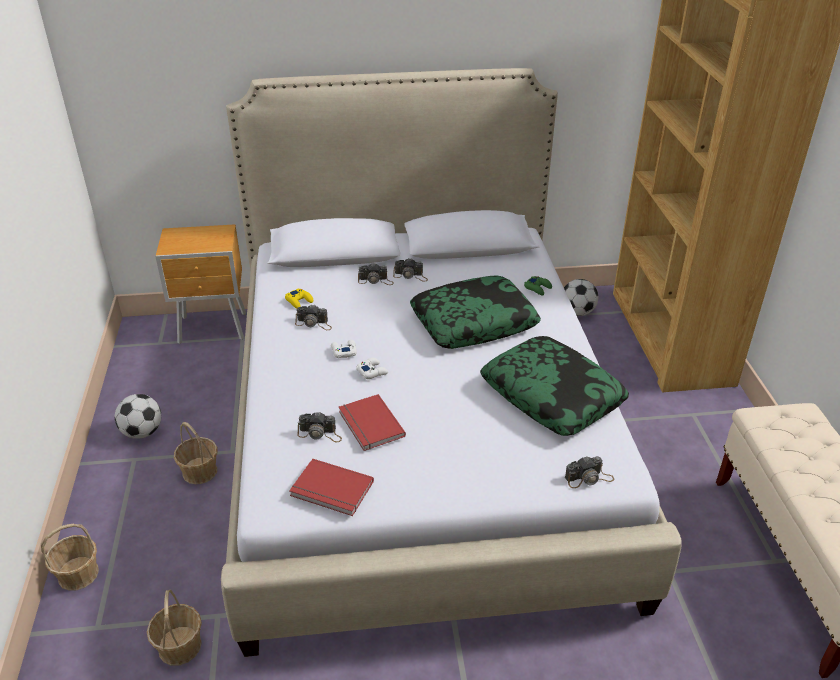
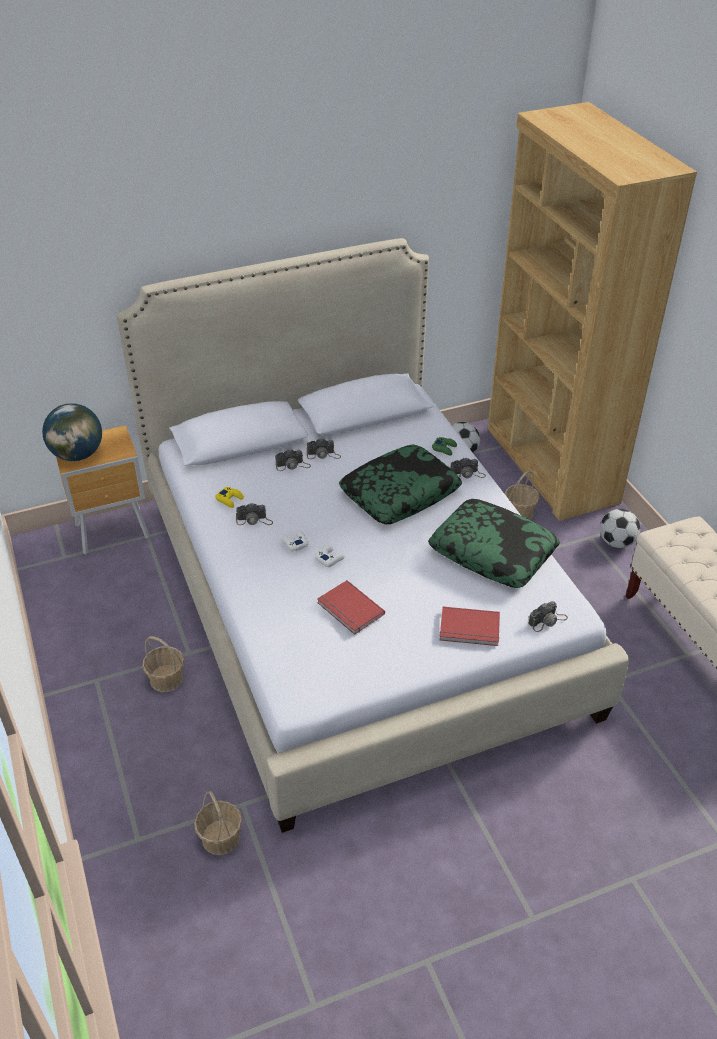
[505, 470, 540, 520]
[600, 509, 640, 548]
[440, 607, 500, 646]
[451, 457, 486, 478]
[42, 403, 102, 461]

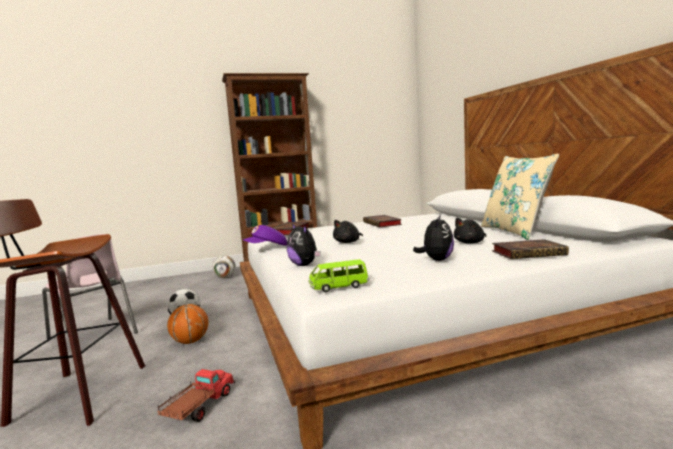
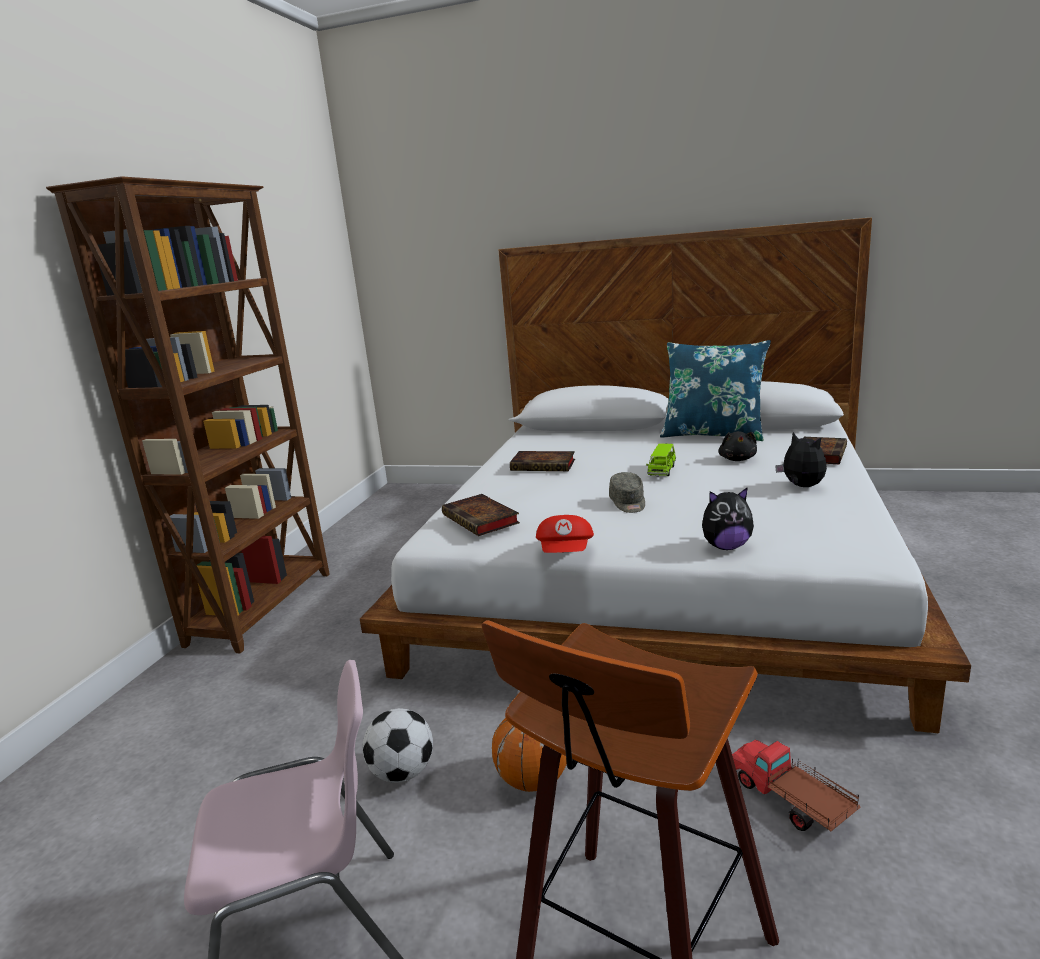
[212, 255, 236, 278] (first image)
[536, 515, 594, 553]
[646, 443, 676, 476]
[609, 472, 645, 513]
[660, 340, 771, 441]

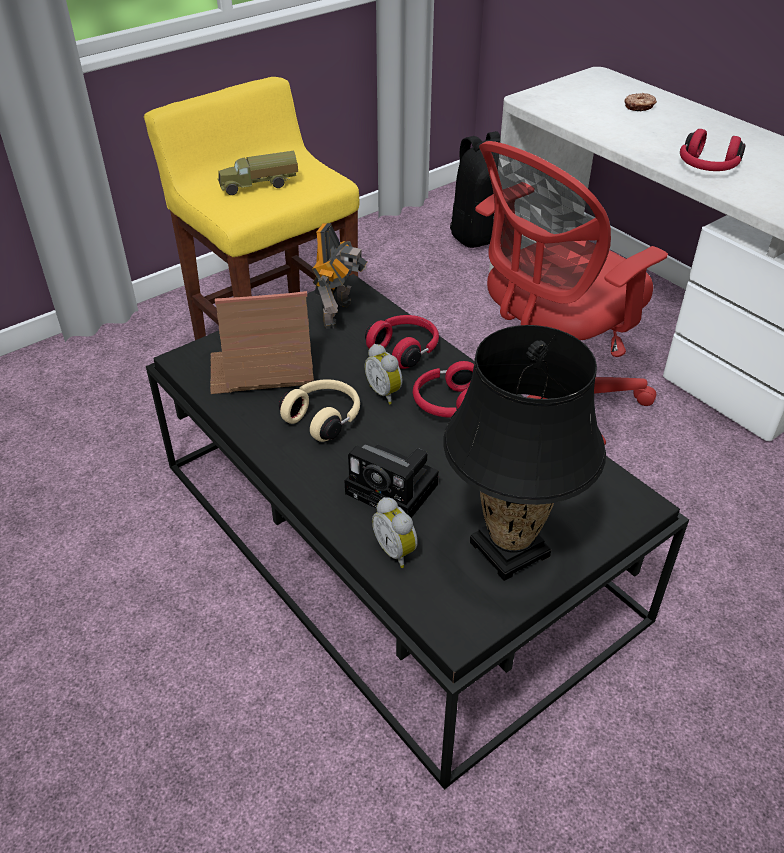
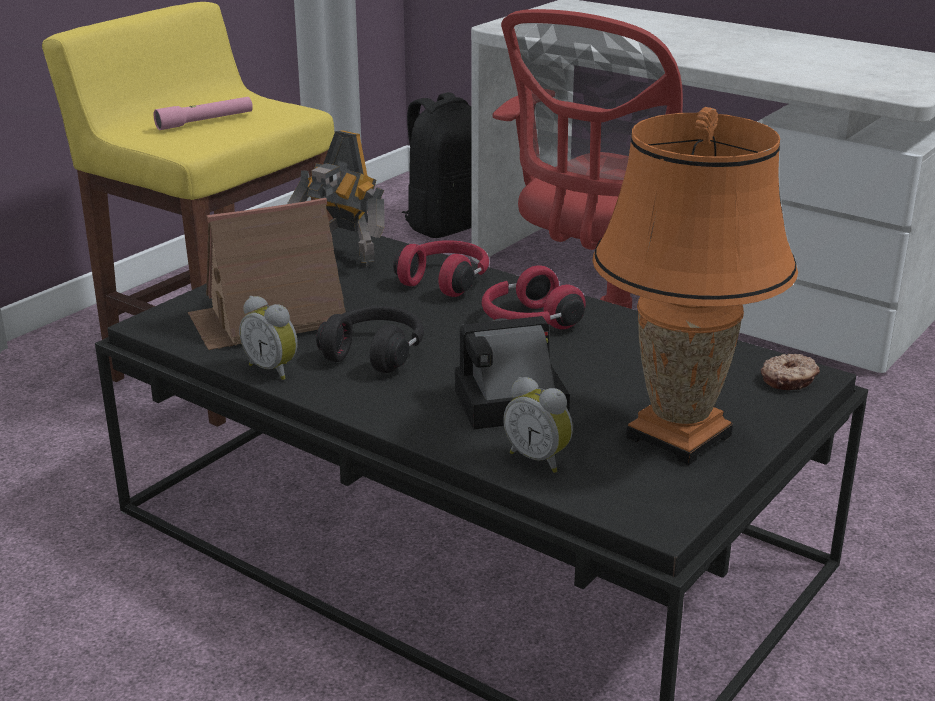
[154, 97, 253, 130]
[316, 306, 424, 373]
[287, 130, 384, 268]
[455, 316, 570, 430]
[239, 296, 298, 380]
[592, 107, 798, 465]
[761, 354, 820, 390]
[680, 129, 746, 171] (first image)

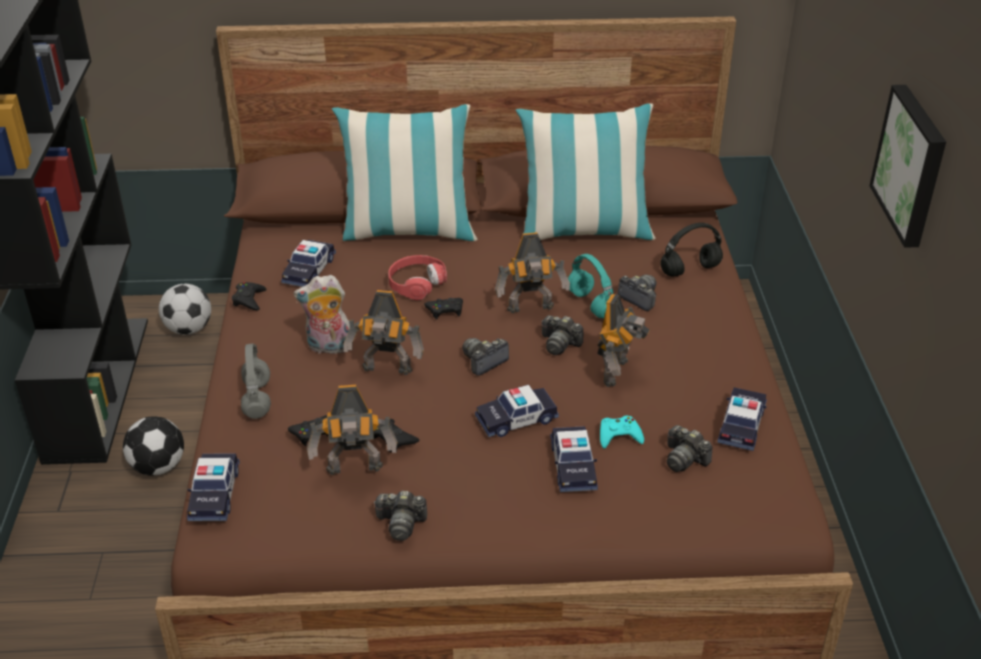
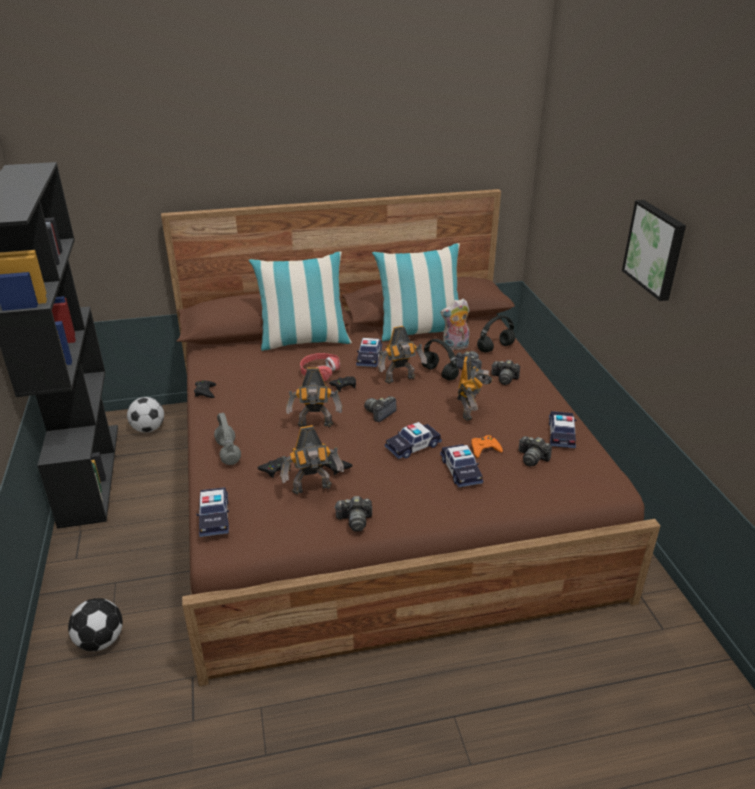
[68, 598, 123, 651]
[356, 338, 382, 367]
[440, 299, 470, 350]
[491, 360, 520, 385]
[422, 339, 459, 380]
[471, 435, 503, 458]

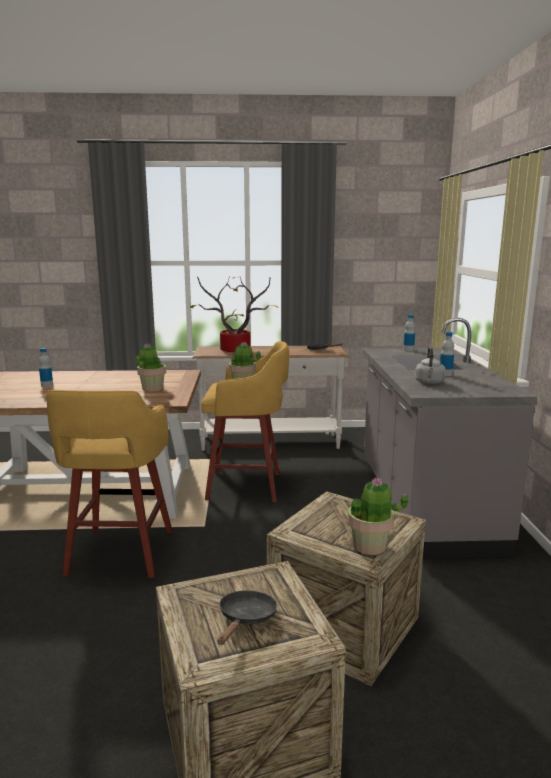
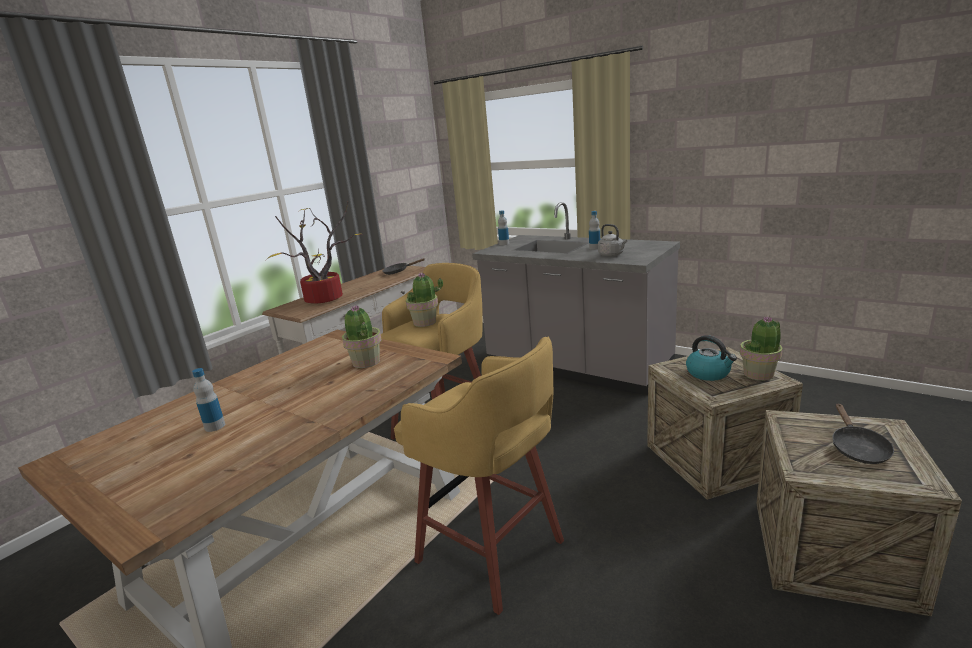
[833, 403, 894, 464]
[686, 335, 737, 381]

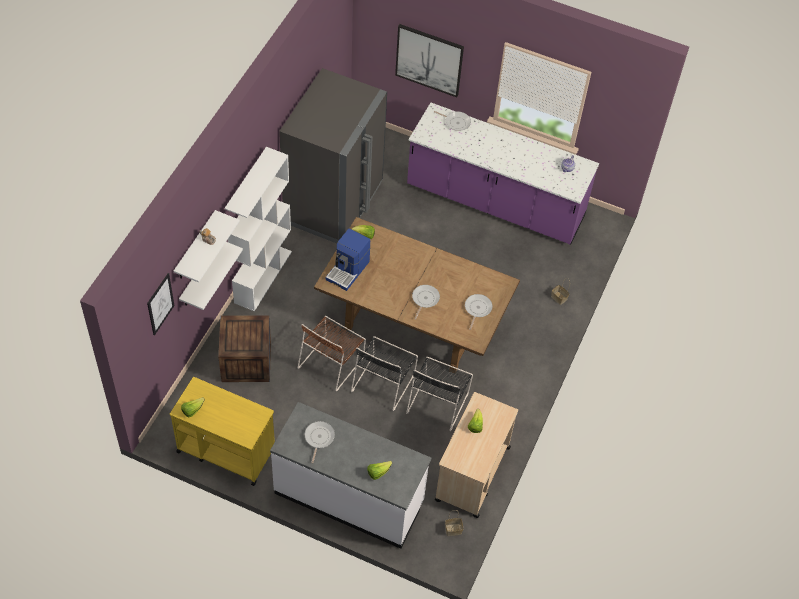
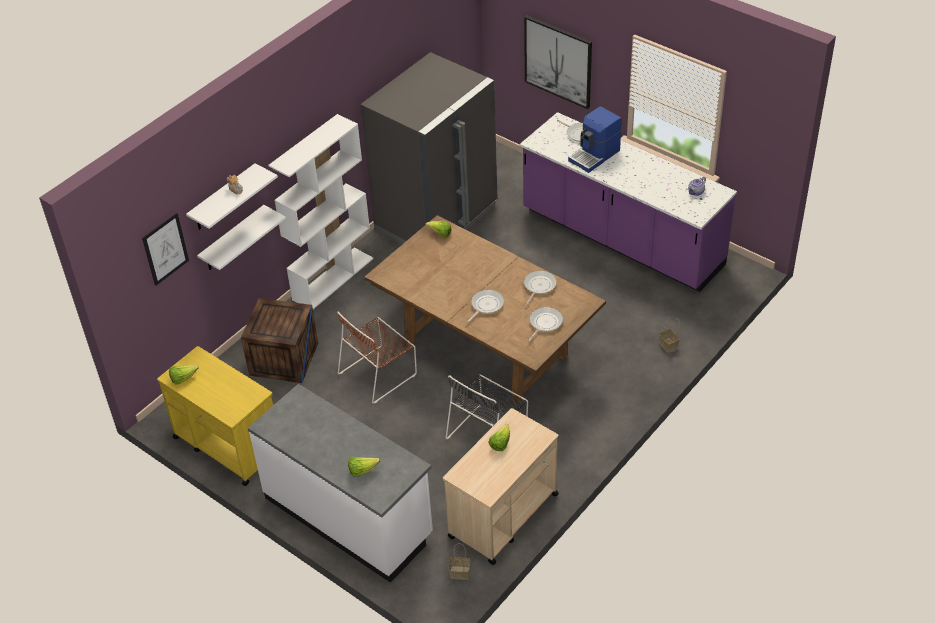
[524, 271, 557, 306]
[568, 106, 622, 173]
[351, 336, 418, 411] (first image)

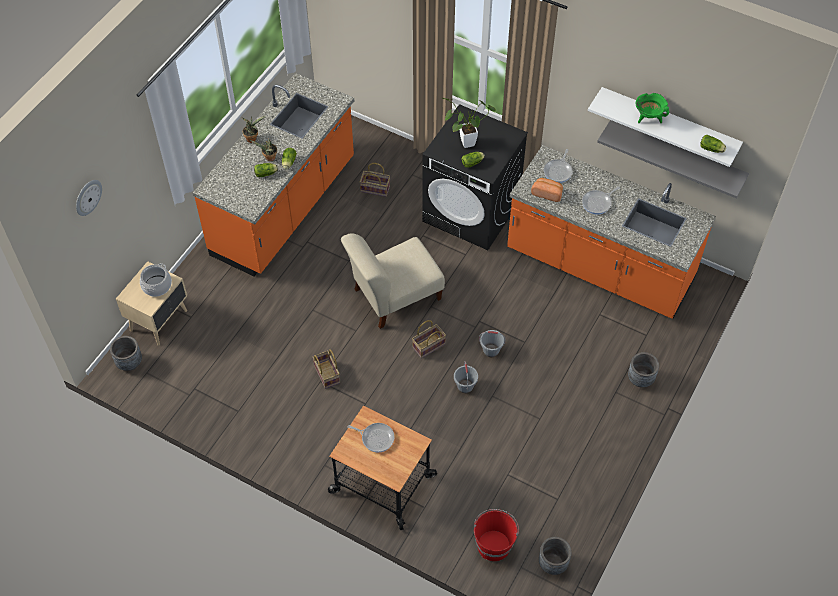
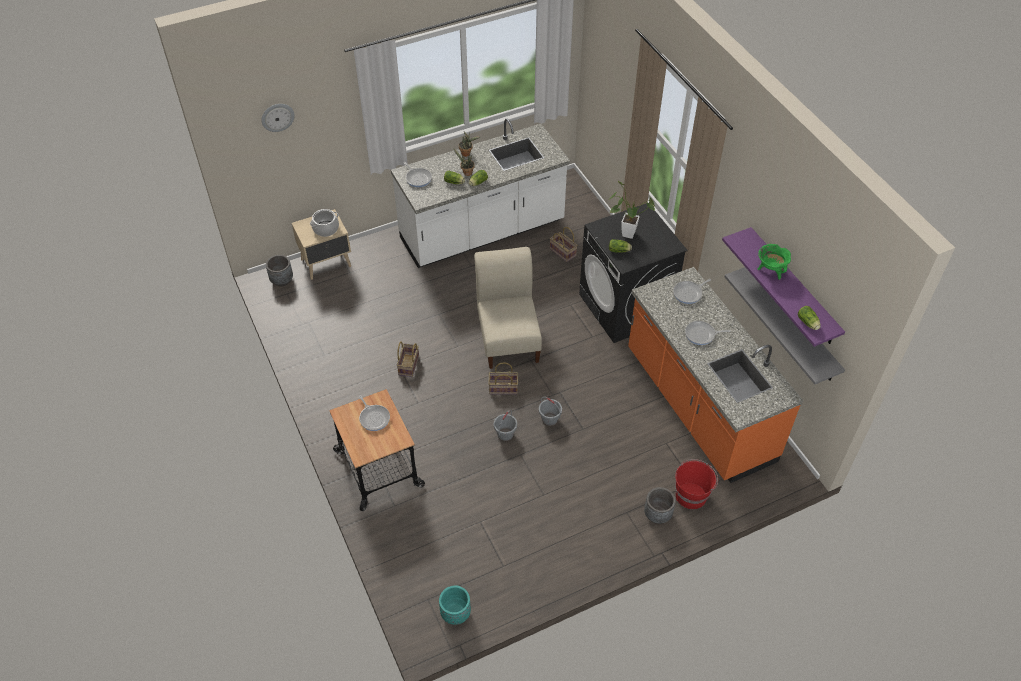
[391, 119, 570, 268]
[474, 247, 542, 369]
[675, 459, 718, 509]
[531, 178, 563, 202] (first image)
[439, 586, 471, 625]
[722, 227, 845, 347]
[404, 162, 432, 187]

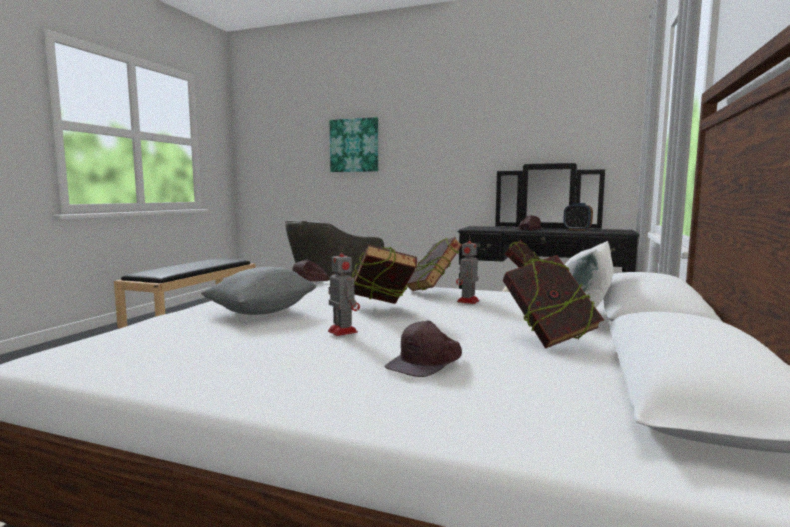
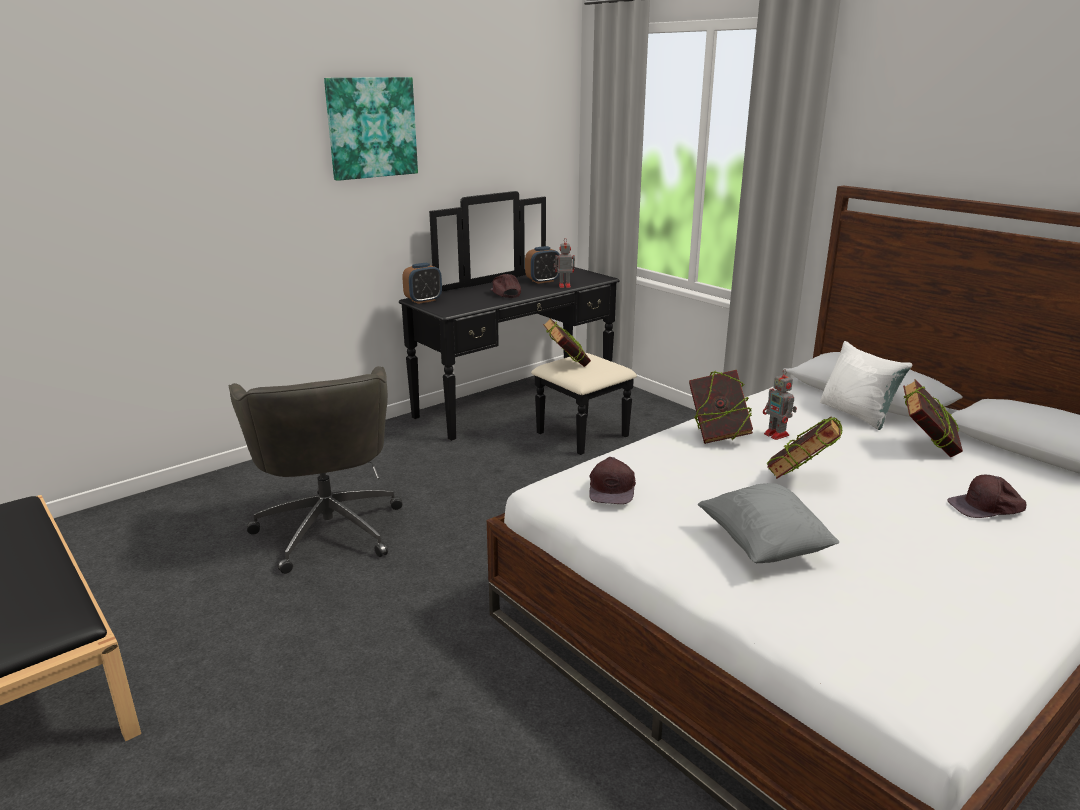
[554, 239, 575, 288]
[324, 77, 418, 181]
[947, 475, 1026, 518]
[402, 263, 442, 304]

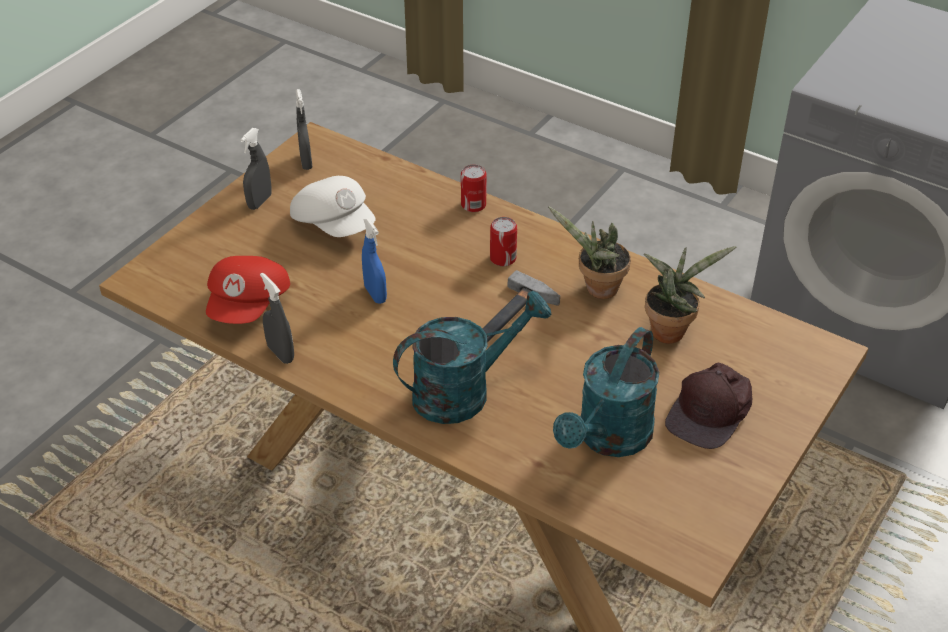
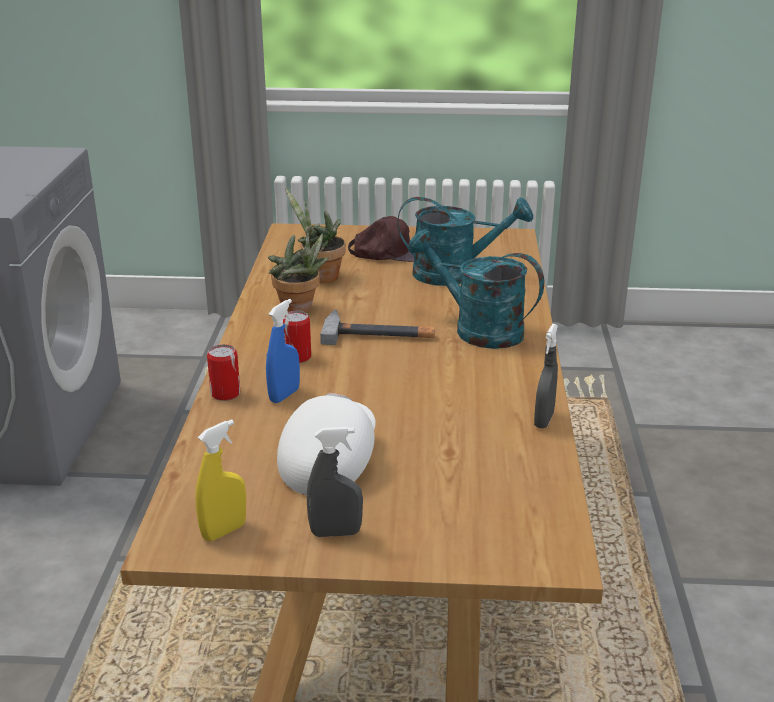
[206, 256, 290, 324] (first image)
[195, 419, 246, 541]
[266, 299, 300, 403]

